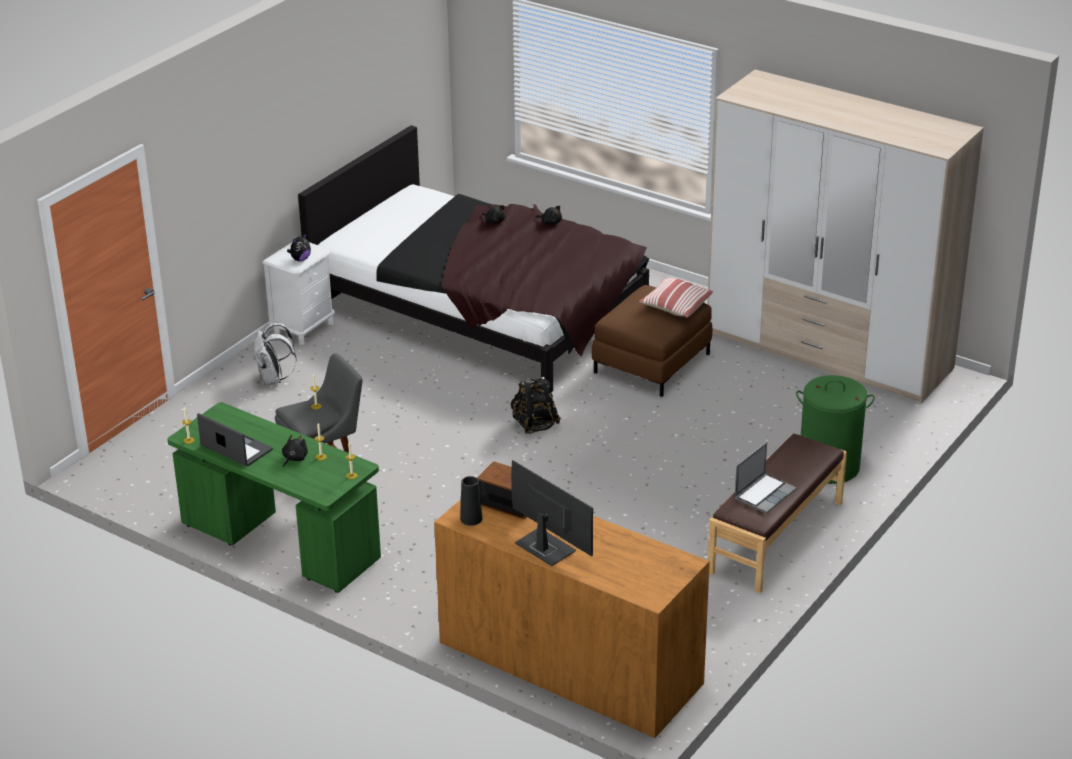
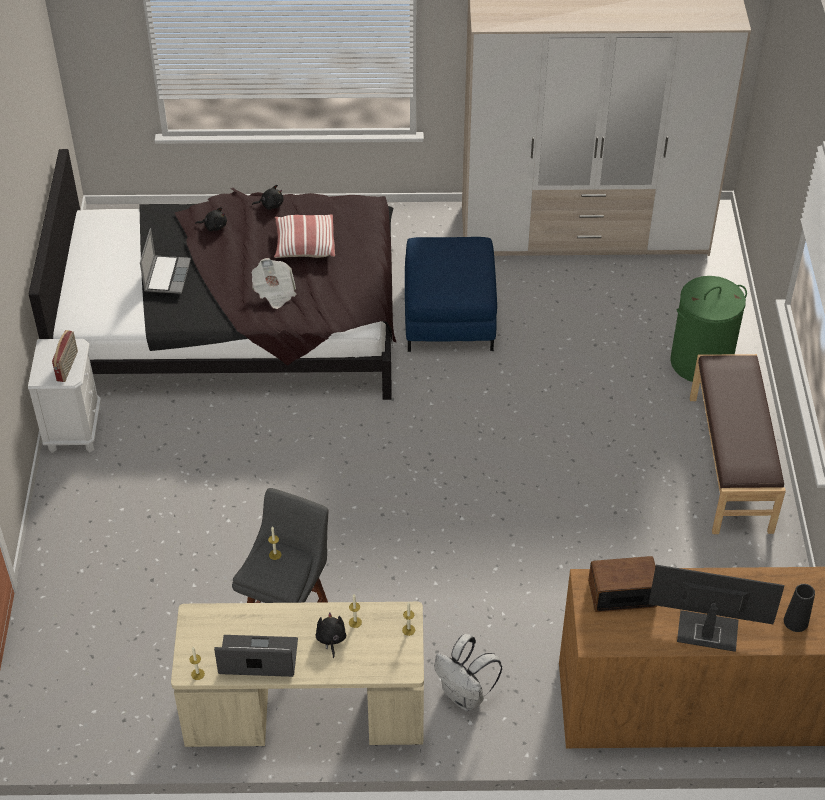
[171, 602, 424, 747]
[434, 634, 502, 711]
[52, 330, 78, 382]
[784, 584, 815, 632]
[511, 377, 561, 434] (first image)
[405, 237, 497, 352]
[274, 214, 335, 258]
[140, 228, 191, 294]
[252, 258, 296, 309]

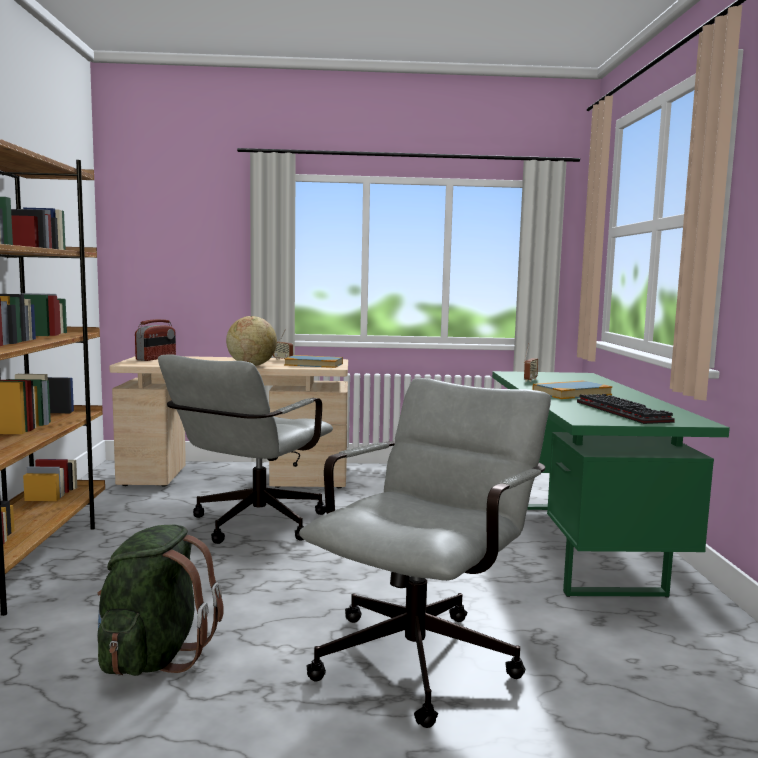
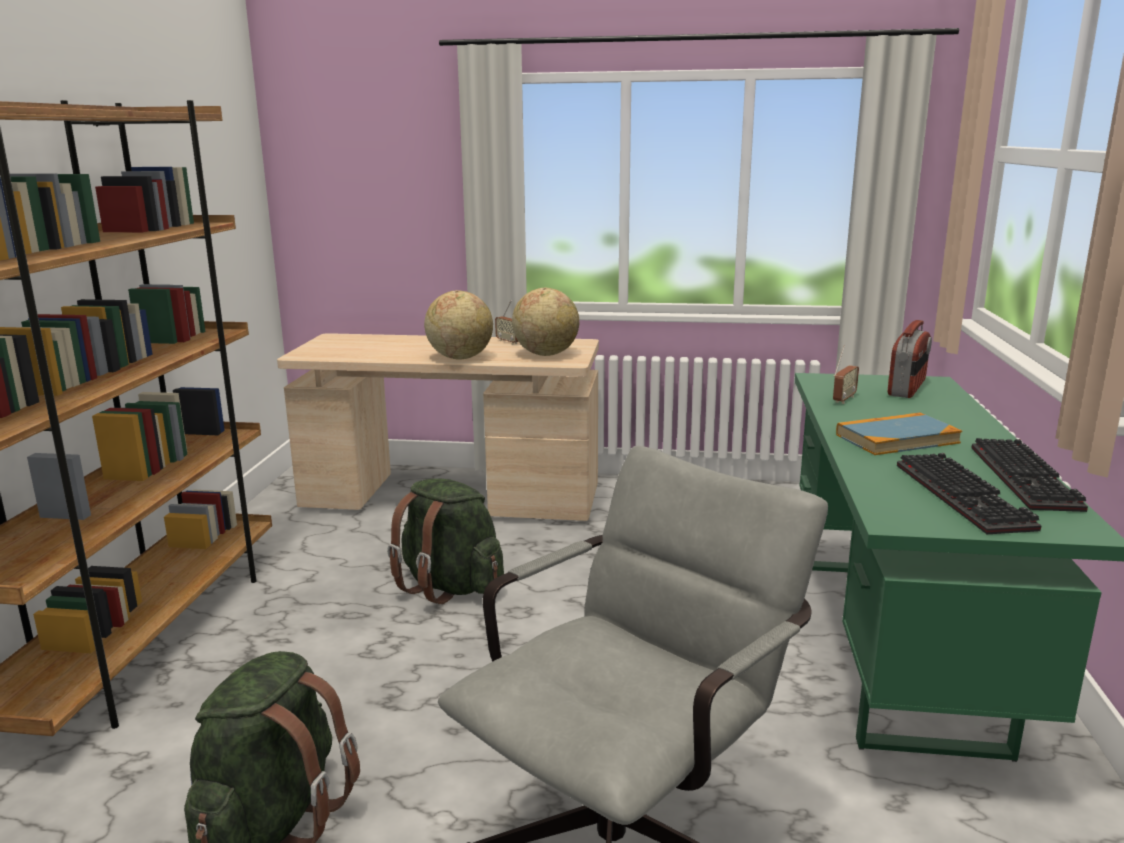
[888, 320, 932, 398]
[387, 478, 504, 604]
[512, 288, 579, 356]
[971, 438, 1088, 512]

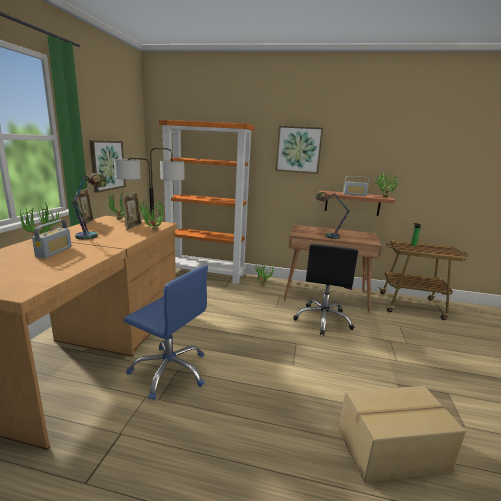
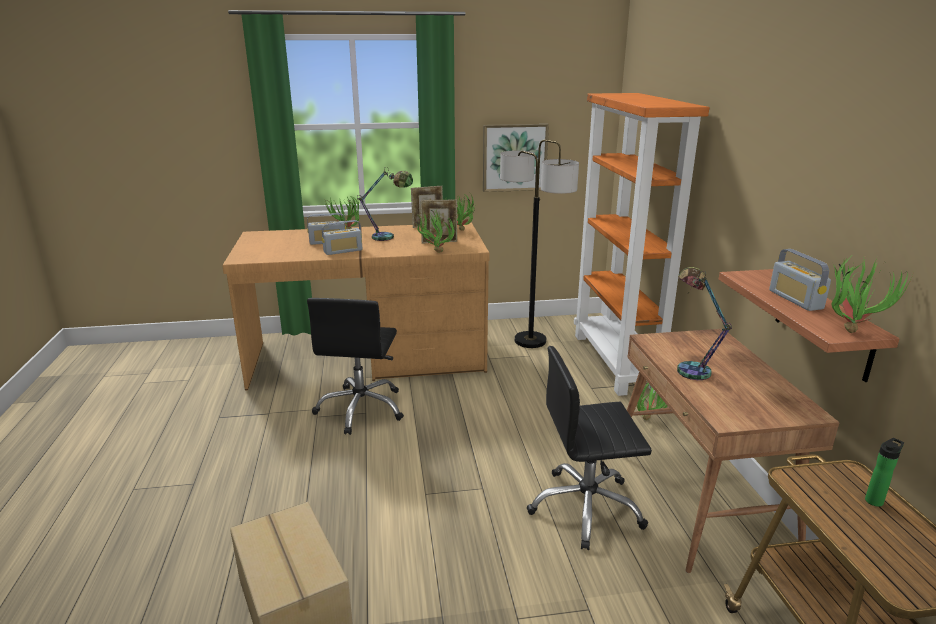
[307, 298, 404, 435]
[275, 126, 323, 174] (first image)
[322, 220, 362, 255]

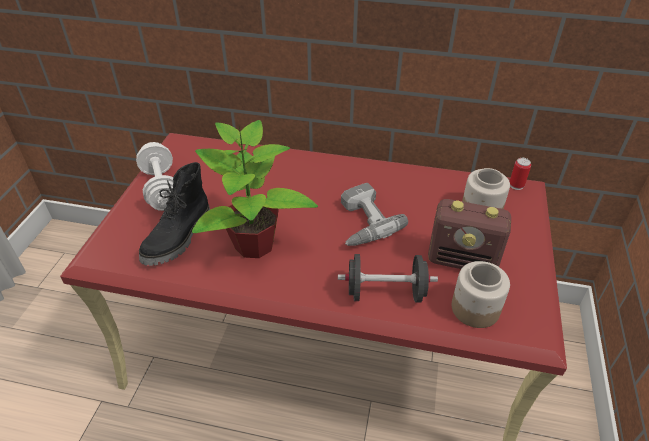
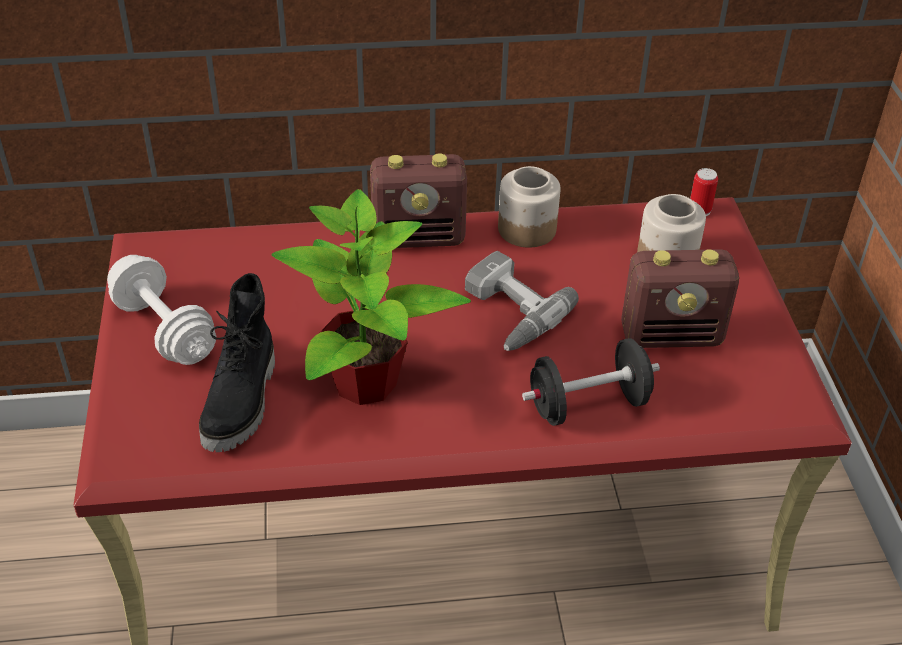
[498, 166, 560, 248]
[370, 153, 467, 248]

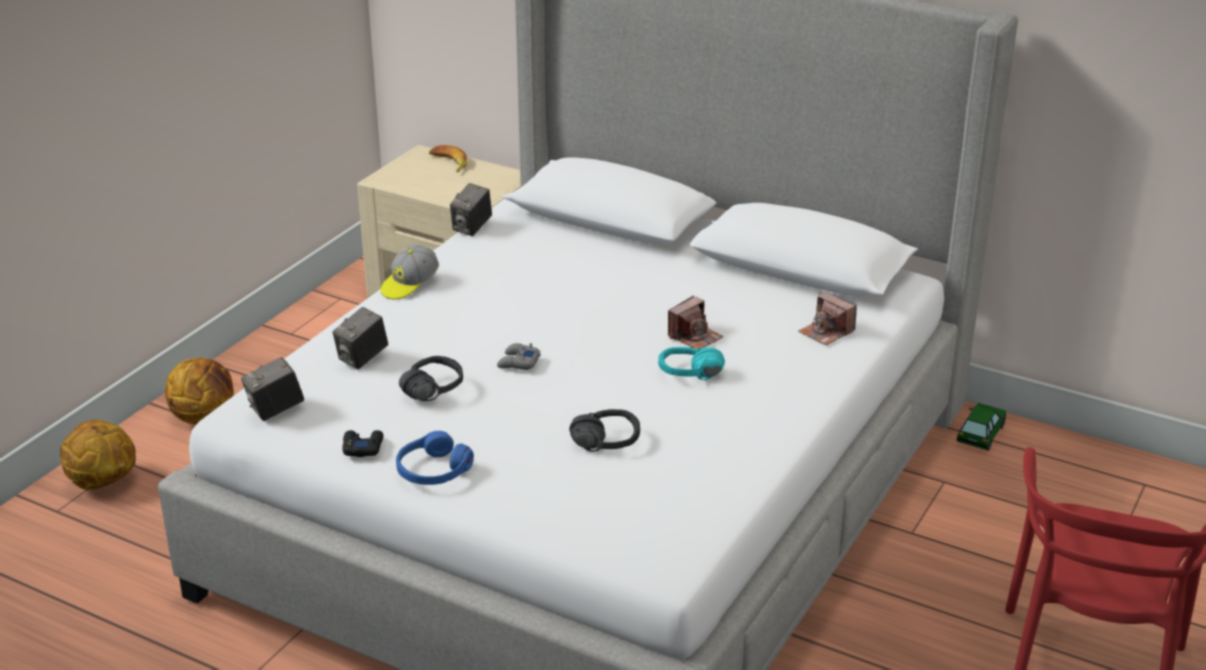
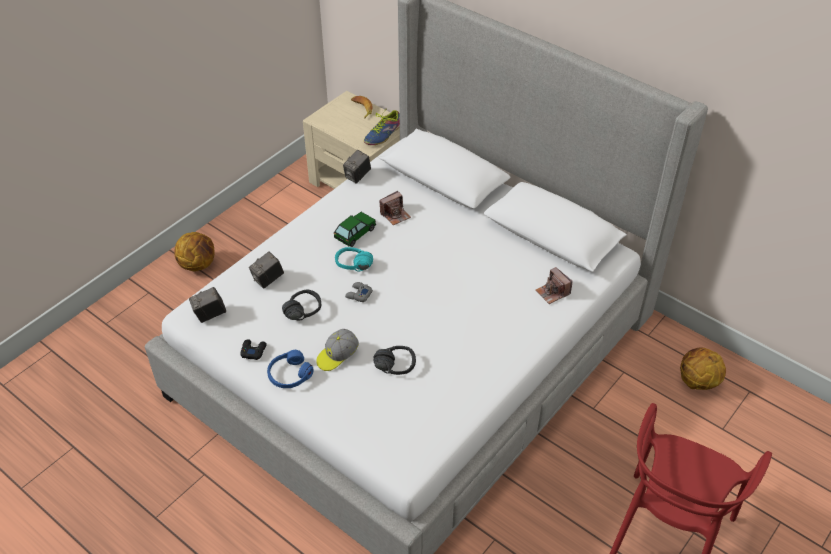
[680, 347, 726, 390]
[316, 329, 359, 371]
[335, 247, 373, 272]
[379, 191, 411, 225]
[334, 212, 376, 247]
[364, 107, 400, 145]

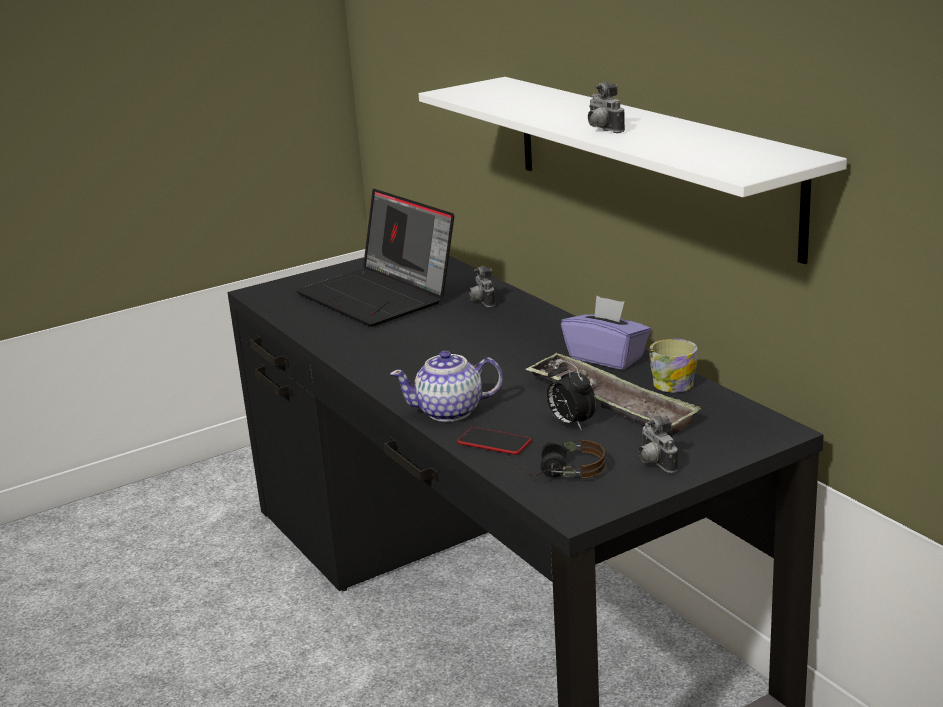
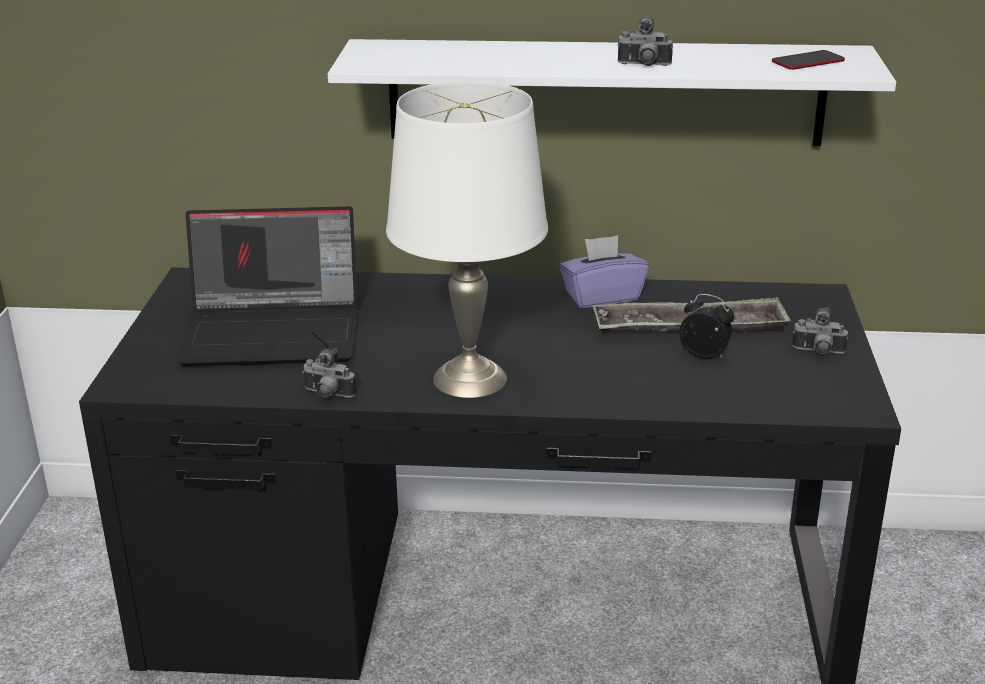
[390, 350, 503, 422] (first image)
[772, 50, 845, 70]
[302, 348, 356, 398]
[505, 440, 605, 479] (first image)
[679, 294, 734, 359]
[649, 339, 698, 392] (first image)
[386, 81, 548, 398]

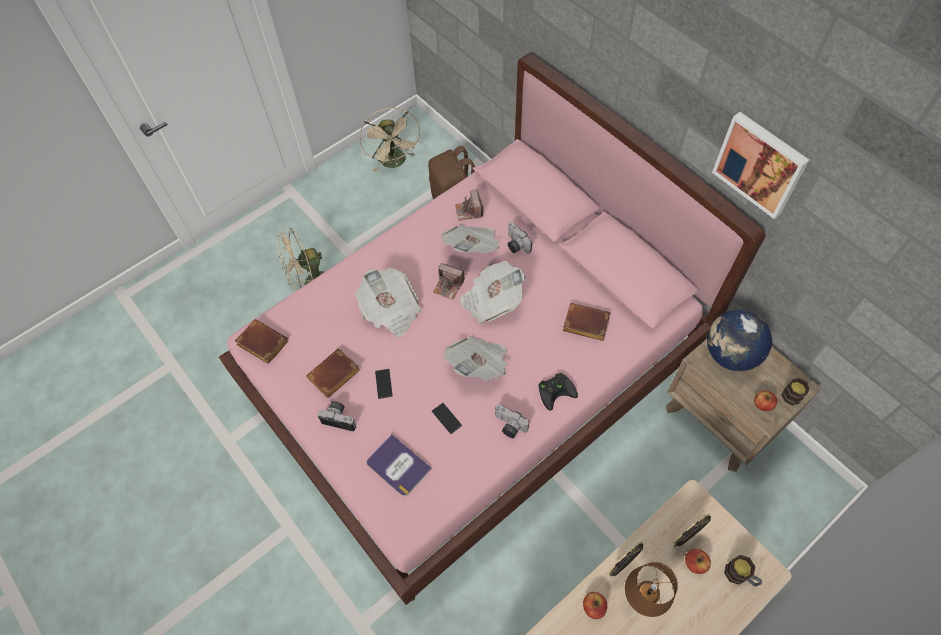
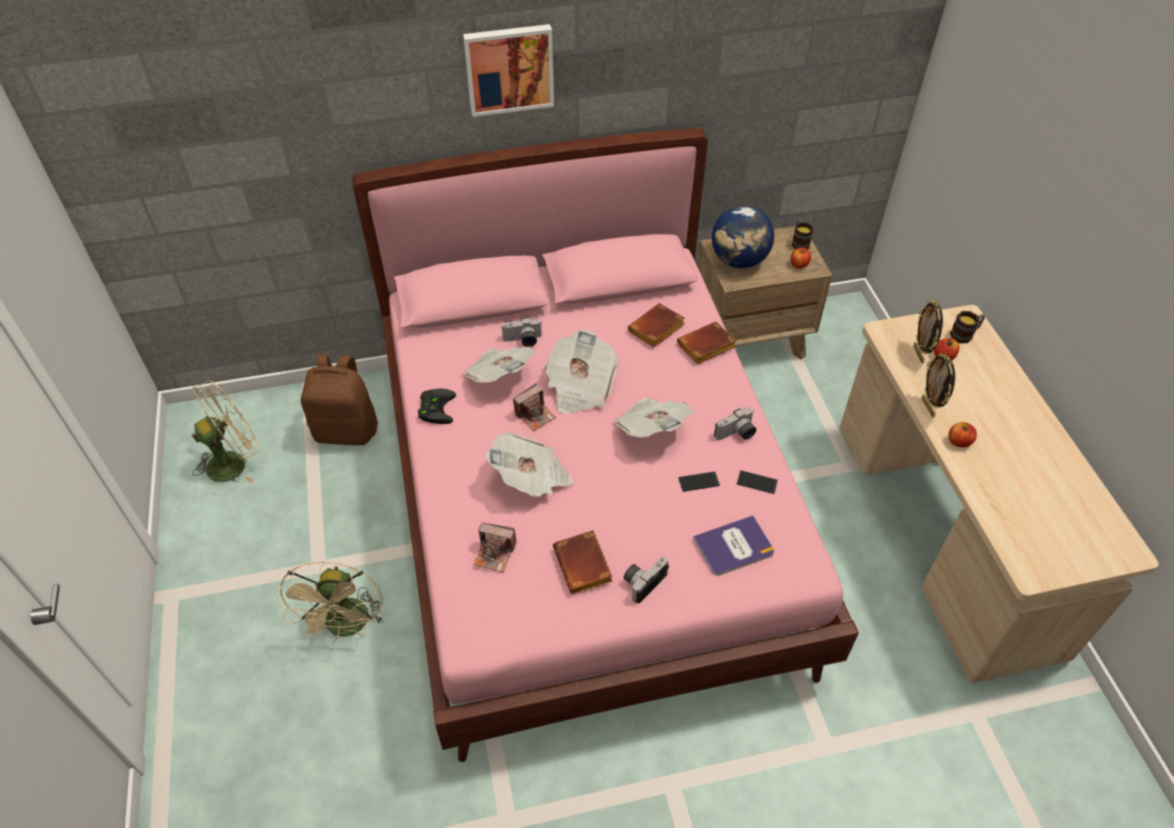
[677, 322, 736, 364]
[192, 380, 259, 483]
[737, 470, 778, 494]
[473, 523, 516, 573]
[418, 389, 456, 424]
[625, 562, 678, 617] (first image)
[463, 24, 554, 117]

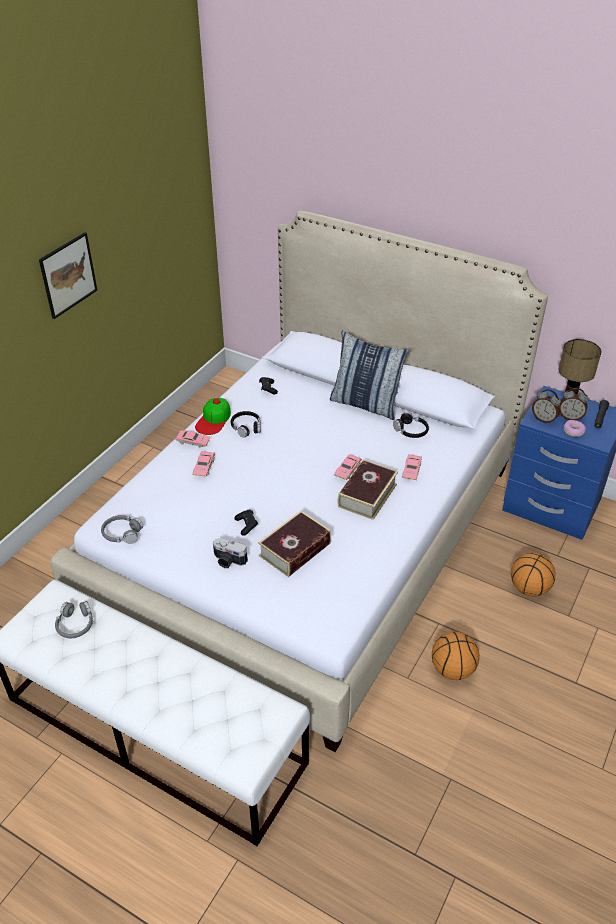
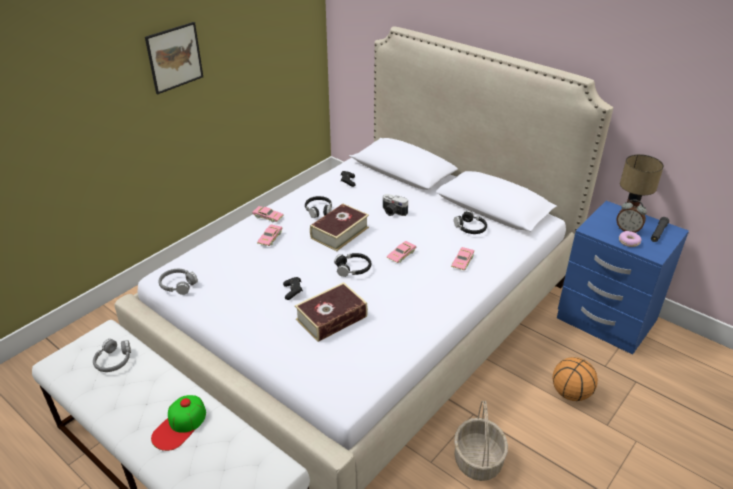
[151, 395, 206, 451]
[383, 194, 408, 216]
[330, 331, 410, 420] (first image)
[310, 204, 369, 251]
[454, 401, 508, 481]
[532, 389, 561, 424] (first image)
[334, 253, 371, 277]

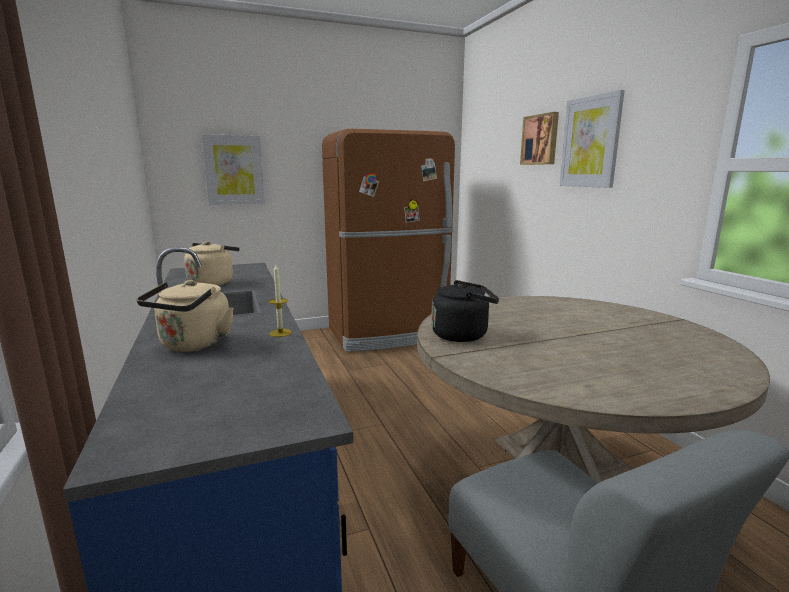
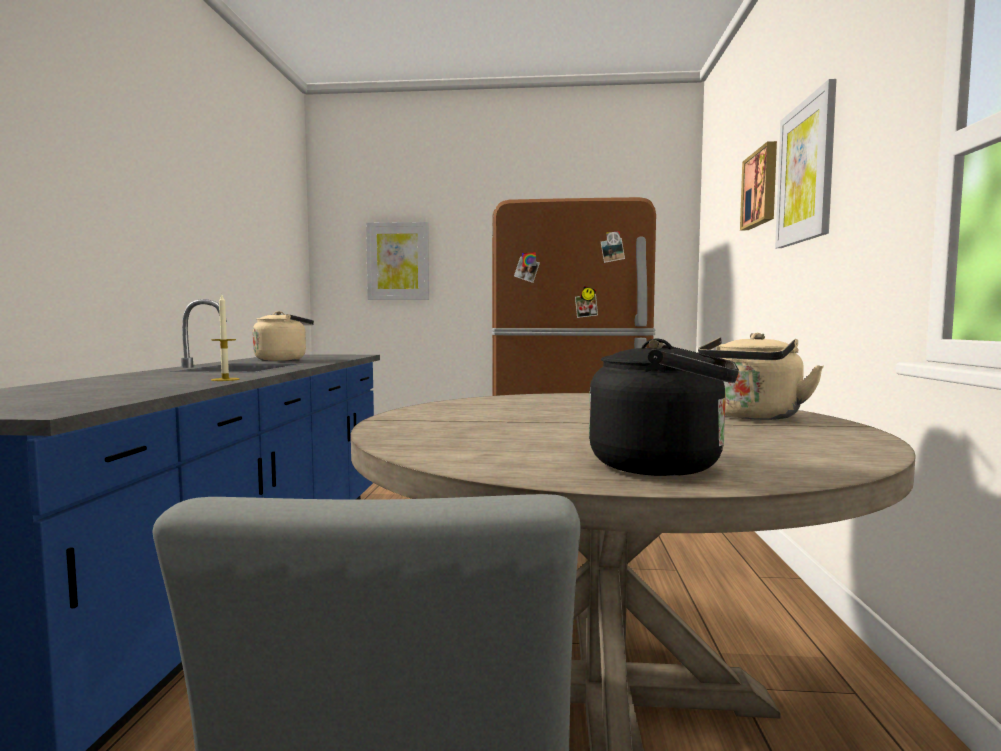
[698, 333, 824, 420]
[589, 339, 739, 476]

